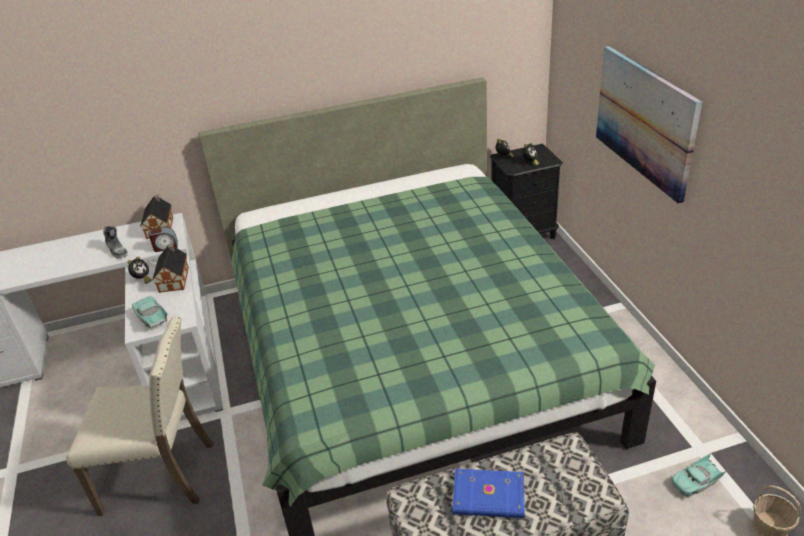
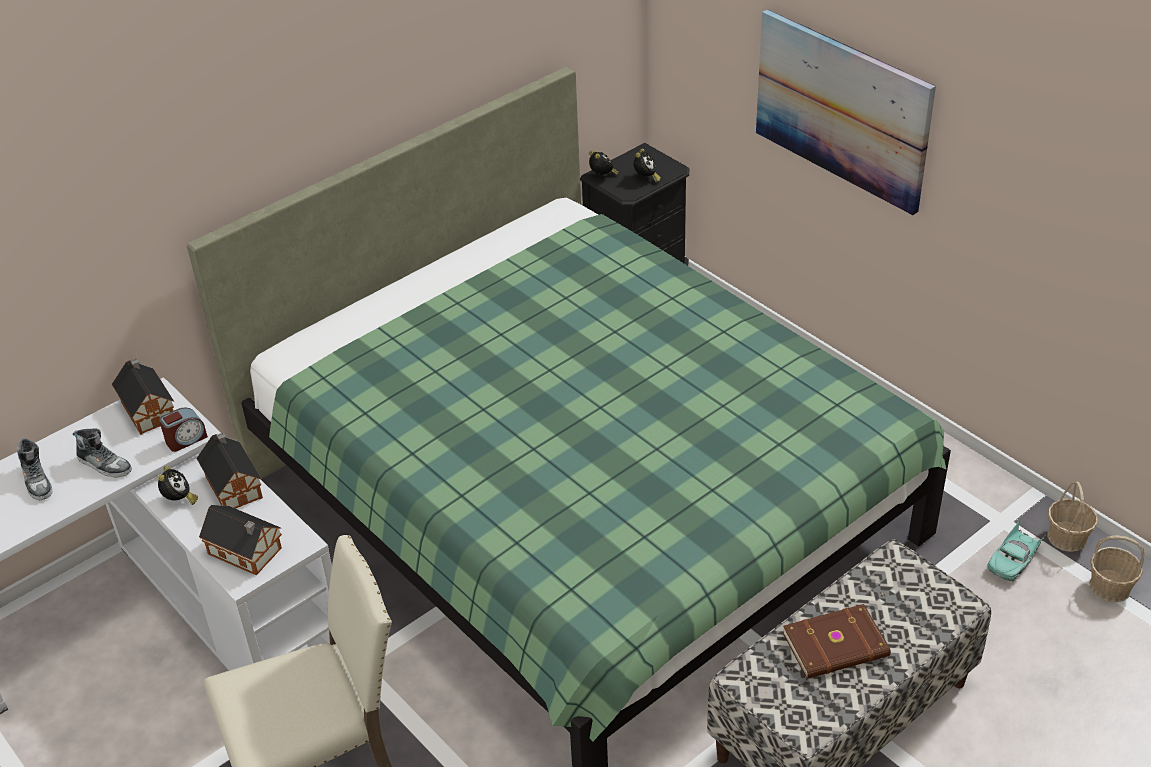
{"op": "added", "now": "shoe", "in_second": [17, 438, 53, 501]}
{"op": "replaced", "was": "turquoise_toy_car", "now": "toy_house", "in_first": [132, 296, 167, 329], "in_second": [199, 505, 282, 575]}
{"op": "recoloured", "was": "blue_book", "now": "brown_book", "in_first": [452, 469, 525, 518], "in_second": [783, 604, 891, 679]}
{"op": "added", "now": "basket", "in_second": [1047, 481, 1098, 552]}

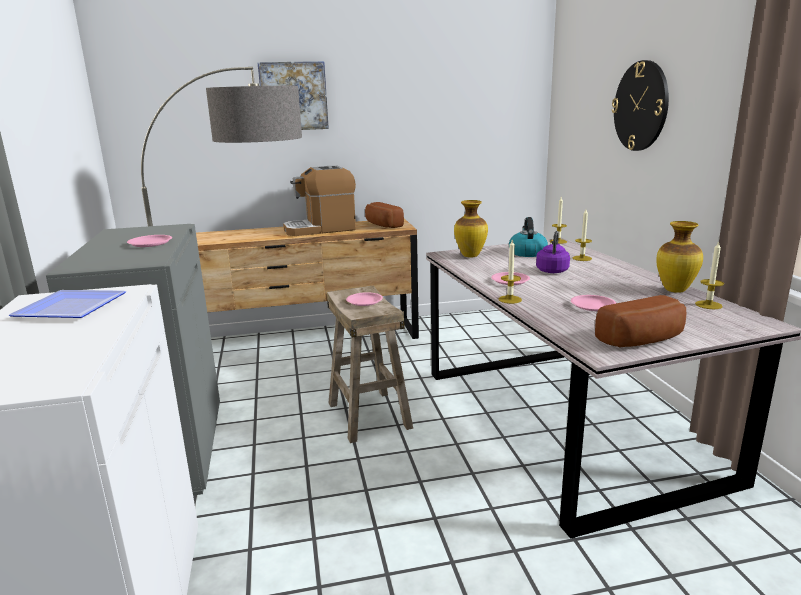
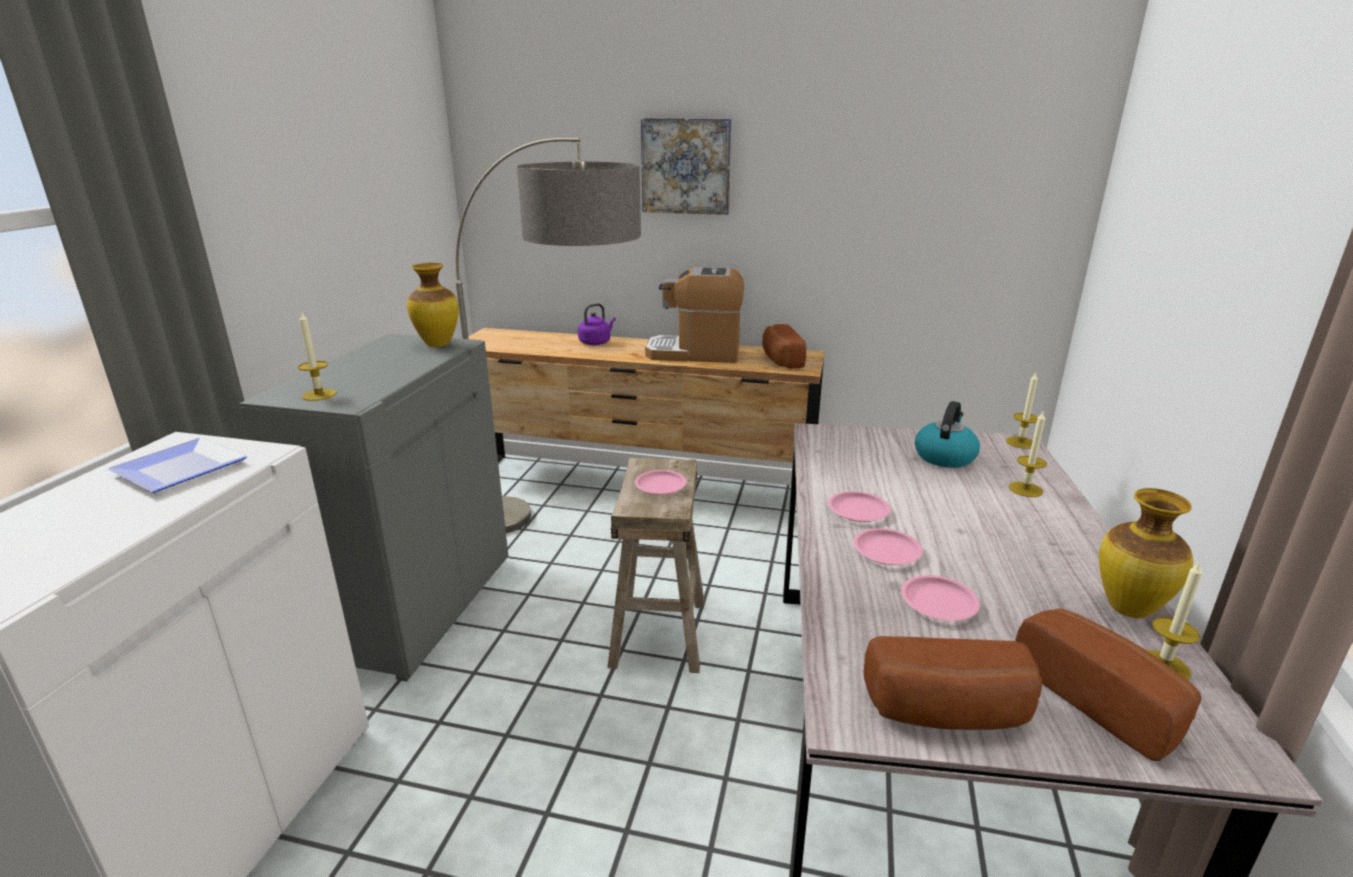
{"op": "moved", "was": "candle", "in_first": [498, 239, 522, 304], "in_second": [298, 312, 337, 401]}
{"op": "moved", "was": "vase", "in_first": [454, 200, 488, 258], "in_second": [407, 263, 459, 347]}
{"op": "moved", "was": "purple_kettle", "in_first": [536, 231, 570, 273], "in_second": [578, 303, 616, 345]}
{"op": "moved", "was": "pink_plate", "in_first": [127, 235, 172, 247], "in_second": [854, 528, 923, 565]}
{"op": "added", "now": "bread", "in_second": [1015, 608, 1202, 761]}
{"op": "removed", "was": "wall_clock", "in_first": [612, 60, 669, 151]}

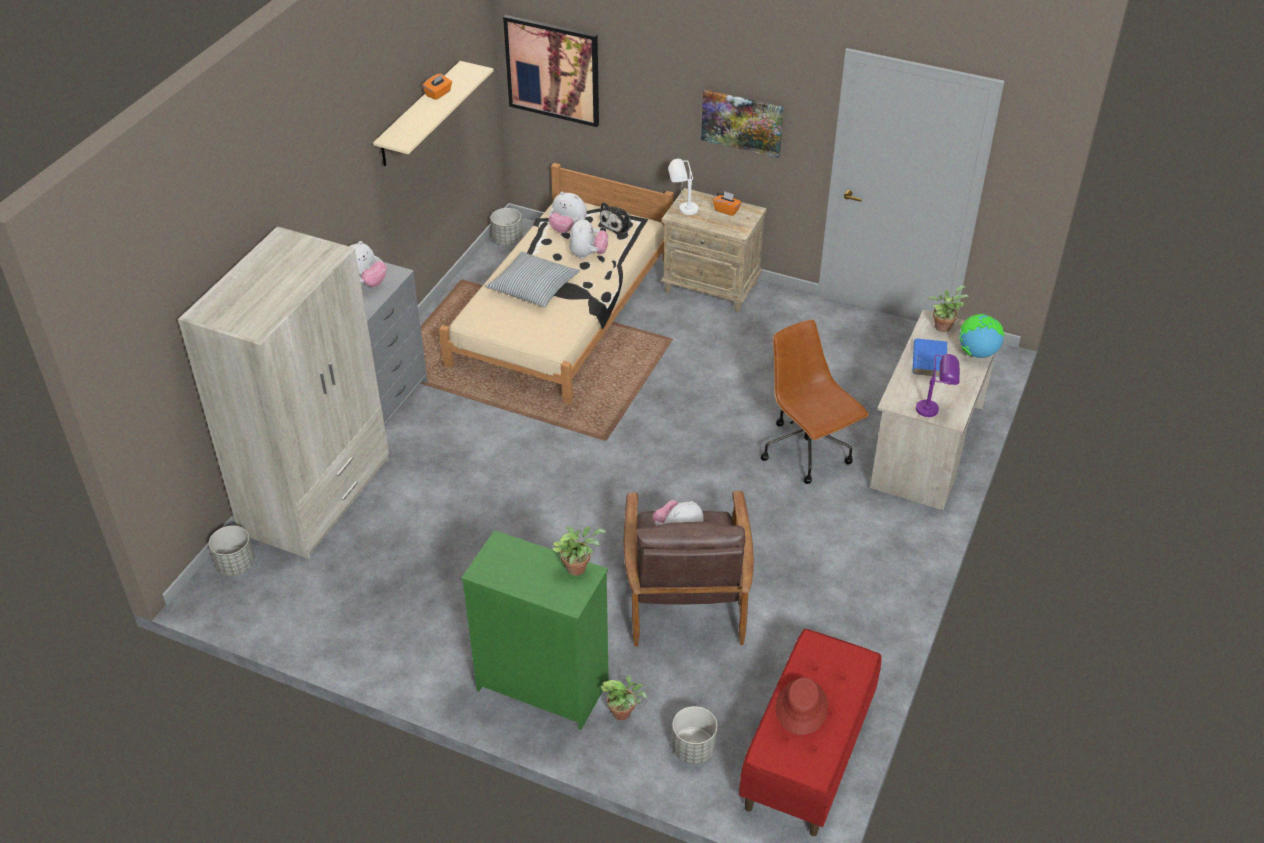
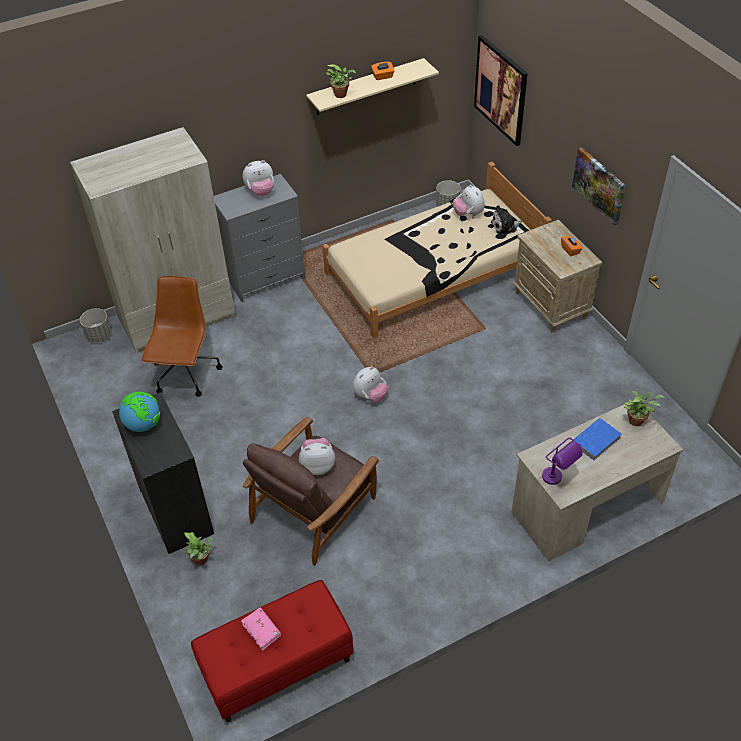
{"op": "recoloured", "was": "green_dresser", "now": "black_dresser", "in_first": [461, 530, 609, 730], "in_second": [112, 392, 214, 554]}
{"op": "moved", "was": "globe", "in_first": [959, 314, 1005, 358], "in_second": [119, 392, 160, 432]}
{"op": "moved", "was": "brown_office_chair", "in_first": [761, 320, 869, 484], "in_second": [141, 276, 222, 397]}
{"op": "replaced", "was": "red_hat", "now": "pink_book", "in_first": [776, 678, 828, 735], "in_second": [241, 608, 281, 651]}
{"op": "moved", "was": "potted_plant", "in_first": [552, 526, 607, 575], "in_second": [326, 64, 356, 98]}
{"op": "moved", "was": "plush_toy", "in_first": [569, 217, 608, 259], "in_second": [353, 366, 389, 402]}
{"op": "removed", "was": "pillow", "in_first": [485, 251, 580, 308]}
{"op": "removed", "was": "white_table_lamp", "in_first": [668, 159, 698, 215]}
{"op": "removed", "was": "grey_planter", "in_first": [672, 706, 717, 764]}

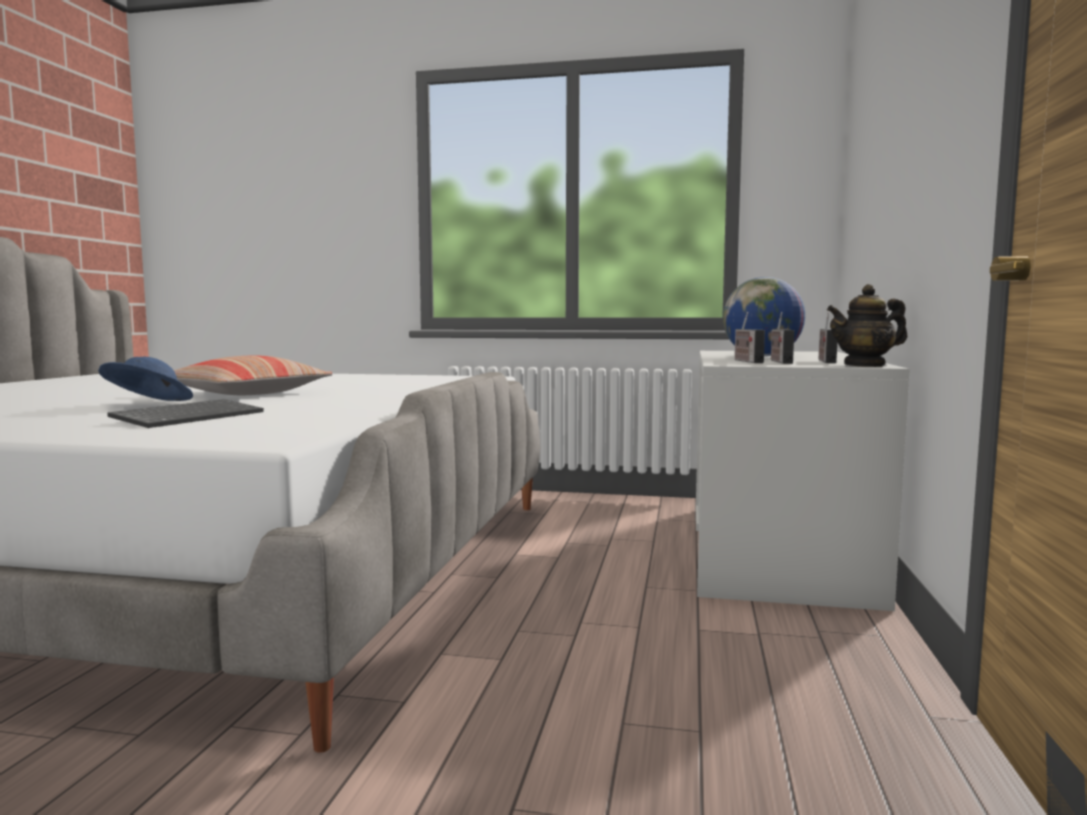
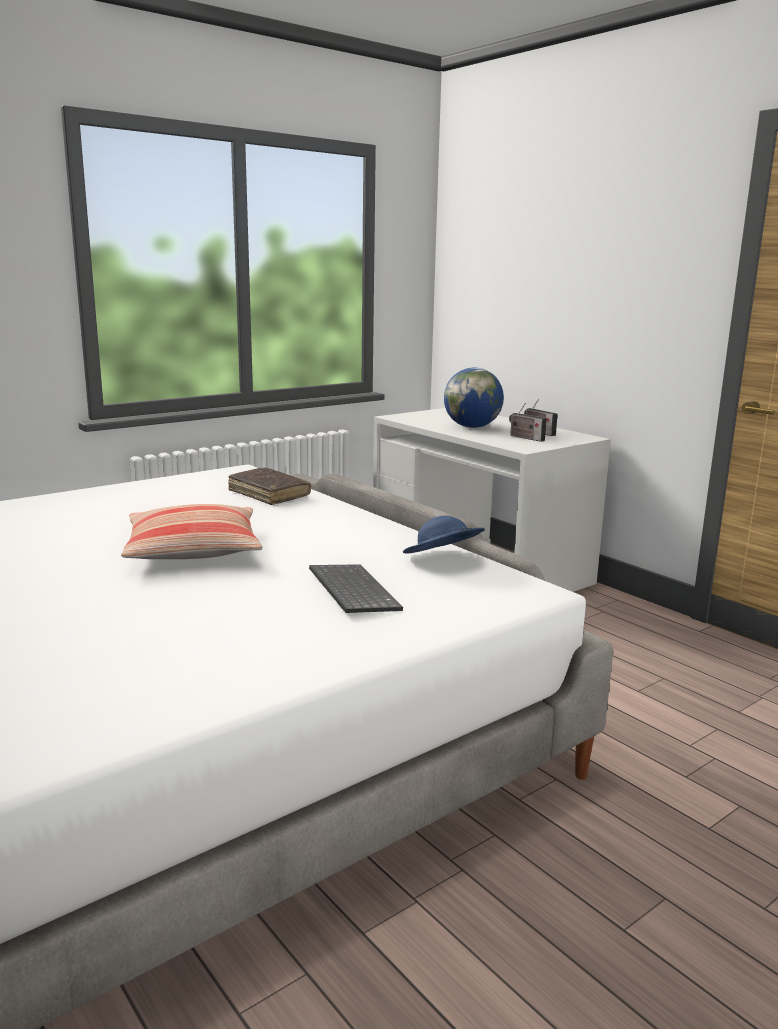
{"op": "added", "now": "brown_book", "in_second": [228, 467, 311, 505]}
{"op": "moved", "was": "blue_hat", "in_first": [98, 357, 193, 401], "in_second": [403, 516, 485, 554]}
{"op": "removed", "was": "radio", "in_first": [735, 312, 765, 363]}
{"op": "removed", "was": "teapot", "in_first": [827, 284, 907, 367]}

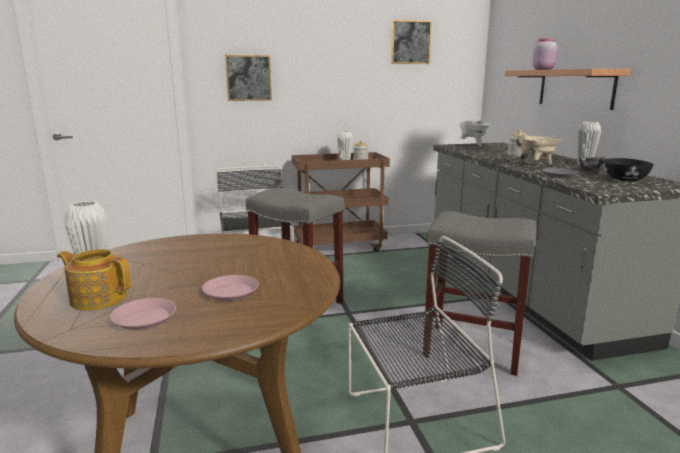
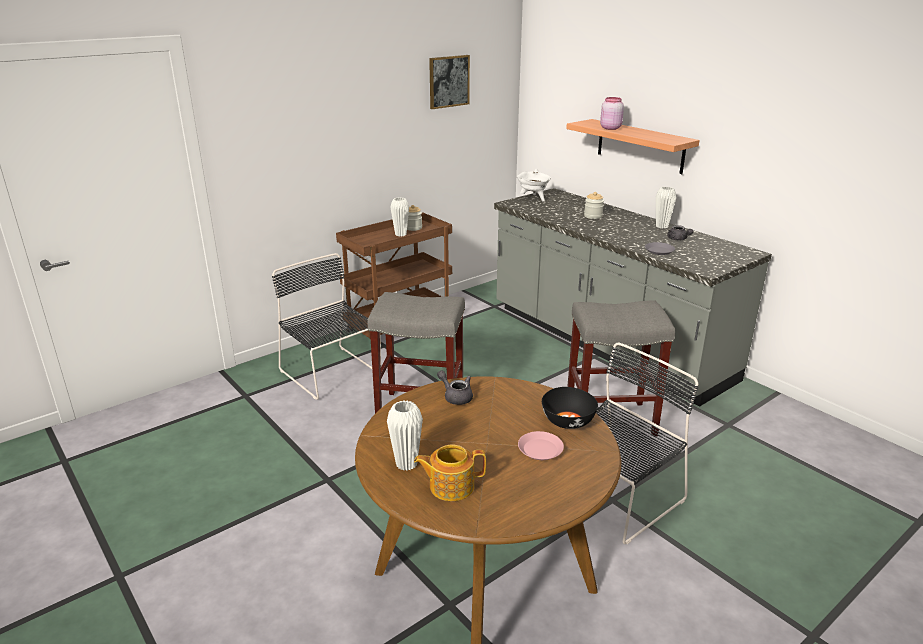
{"op": "added", "now": "grey_teapot", "in_second": [437, 370, 473, 405]}
{"op": "moved", "was": "black_bowl", "in_first": [603, 158, 654, 181], "in_second": [542, 387, 598, 429]}
{"op": "removed", "was": "pink_plate", "in_first": [110, 298, 176, 330]}
{"op": "removed", "was": "picture", "in_first": [225, 55, 272, 101]}
{"op": "removed", "was": "beige_cooking_pot", "in_first": [515, 131, 562, 165]}

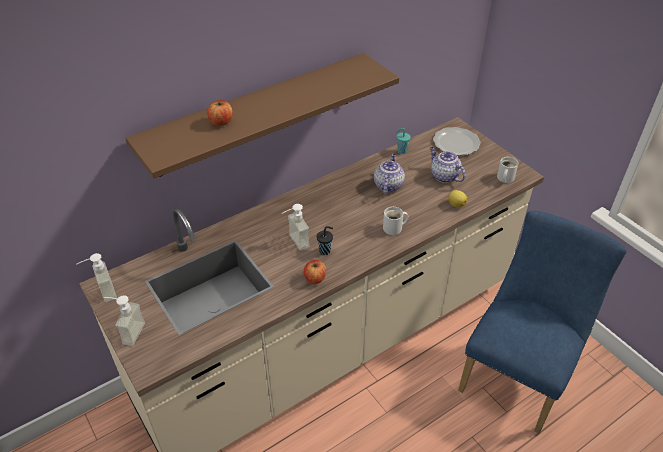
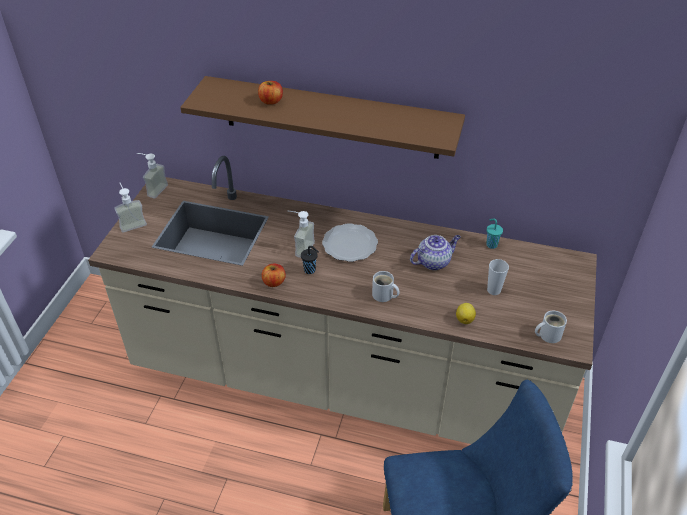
{"op": "moved", "was": "plate", "in_first": [433, 127, 481, 156], "in_second": [322, 223, 378, 262]}
{"op": "replaced", "was": "teapot", "now": "cup", "in_first": [430, 147, 466, 183], "in_second": [487, 259, 509, 295]}

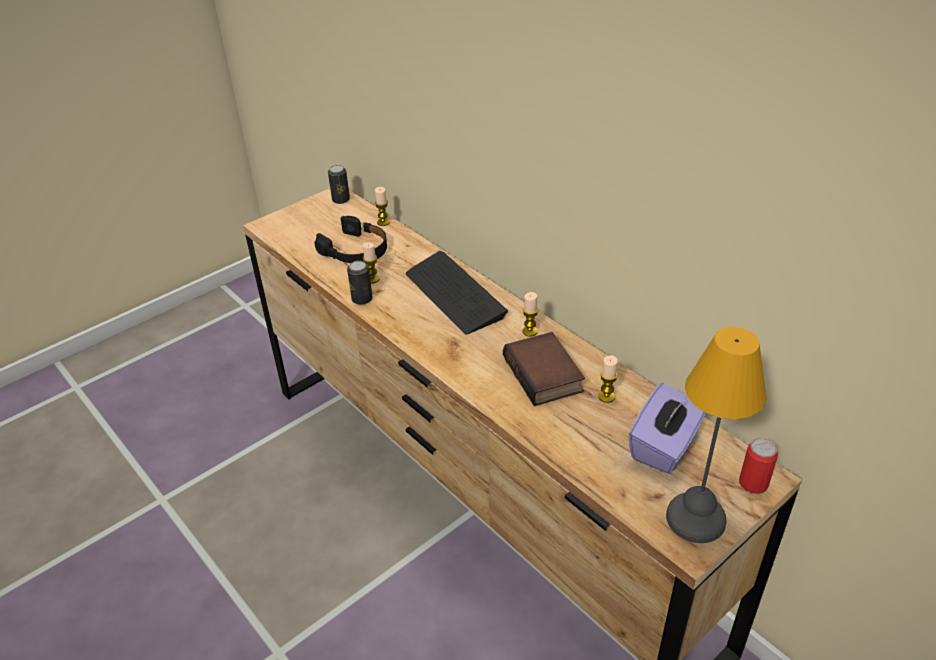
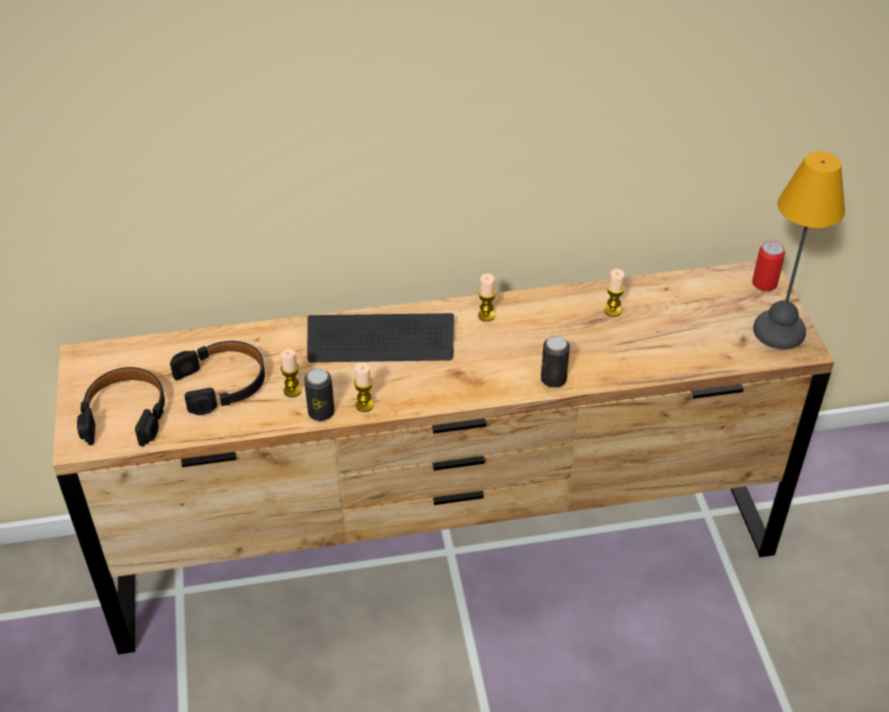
{"op": "added", "now": "black_headphones", "in_second": [77, 367, 165, 447]}
{"op": "moved", "was": "candle", "in_first": [375, 187, 390, 226], "in_second": [354, 362, 374, 412]}
{"op": "moved", "was": "can", "in_first": [328, 165, 350, 204], "in_second": [541, 336, 570, 388]}
{"op": "removed", "was": "book", "in_first": [503, 332, 585, 406]}
{"op": "removed", "was": "purple_tissue_box", "in_first": [629, 383, 705, 474]}

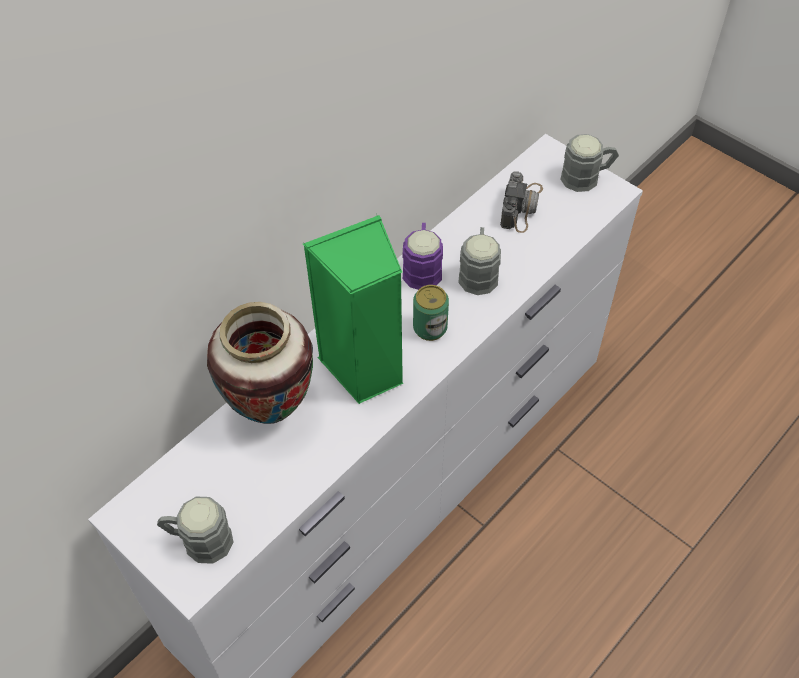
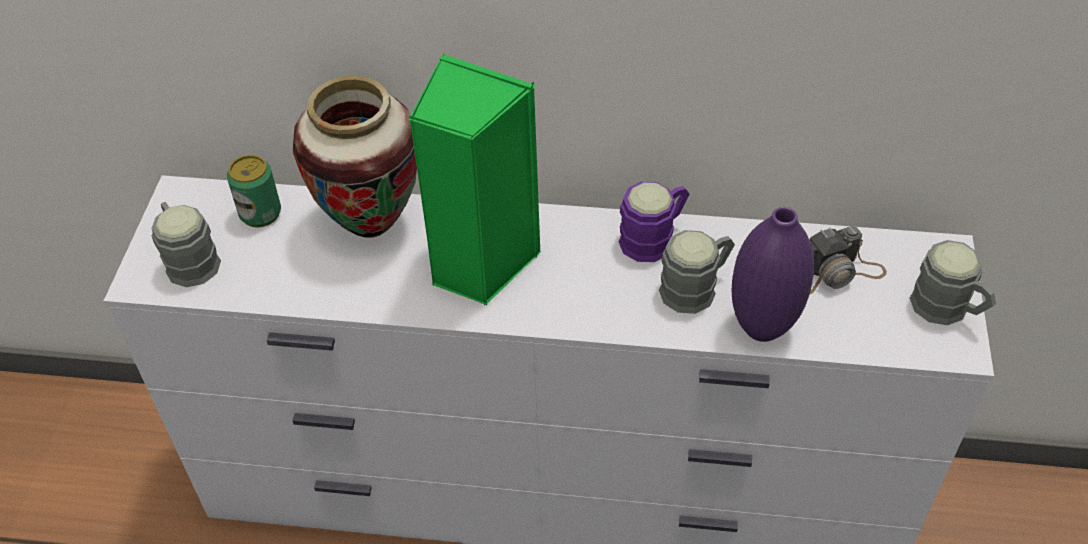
{"op": "moved", "was": "can", "in_first": [413, 285, 449, 341], "in_second": [227, 155, 281, 227]}
{"op": "added", "now": "purple_vase", "in_second": [732, 207, 814, 342]}

